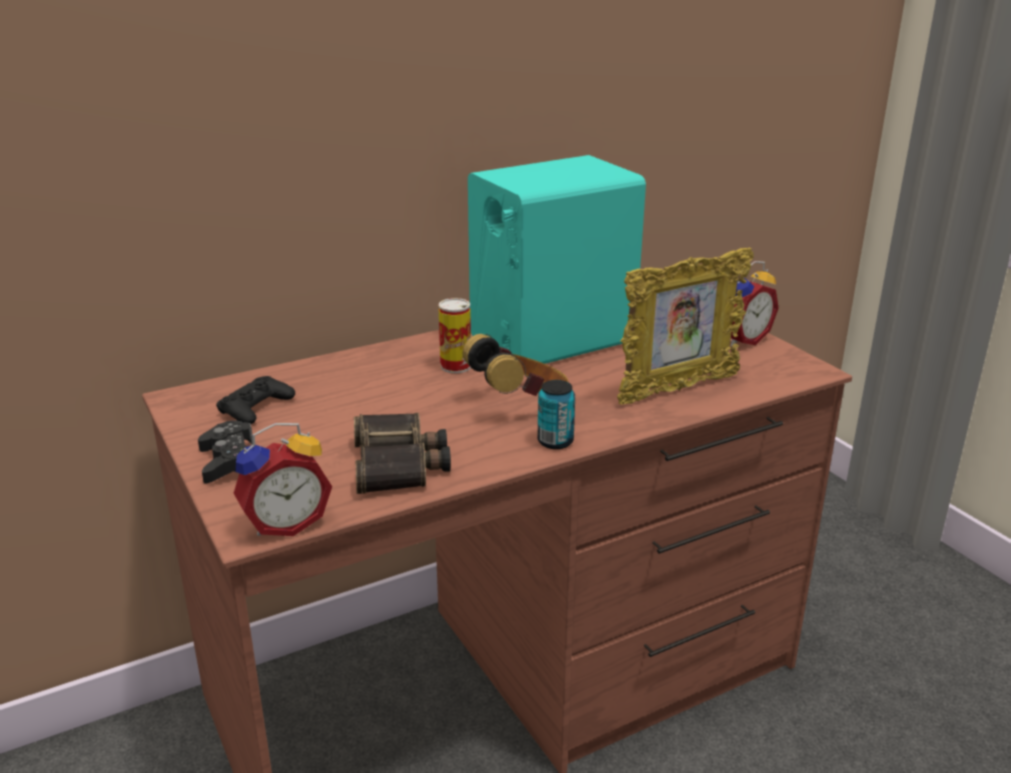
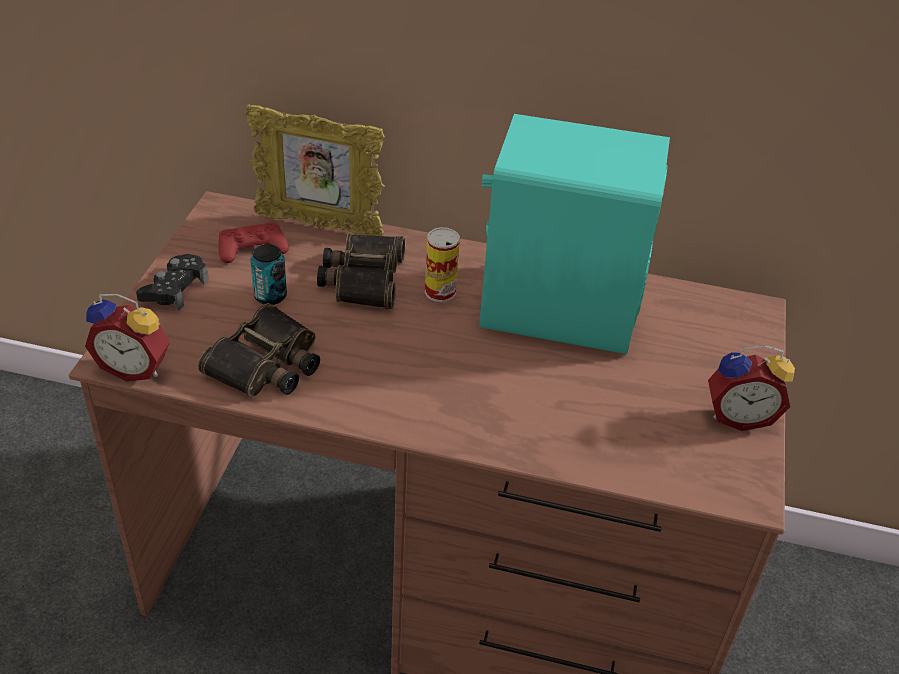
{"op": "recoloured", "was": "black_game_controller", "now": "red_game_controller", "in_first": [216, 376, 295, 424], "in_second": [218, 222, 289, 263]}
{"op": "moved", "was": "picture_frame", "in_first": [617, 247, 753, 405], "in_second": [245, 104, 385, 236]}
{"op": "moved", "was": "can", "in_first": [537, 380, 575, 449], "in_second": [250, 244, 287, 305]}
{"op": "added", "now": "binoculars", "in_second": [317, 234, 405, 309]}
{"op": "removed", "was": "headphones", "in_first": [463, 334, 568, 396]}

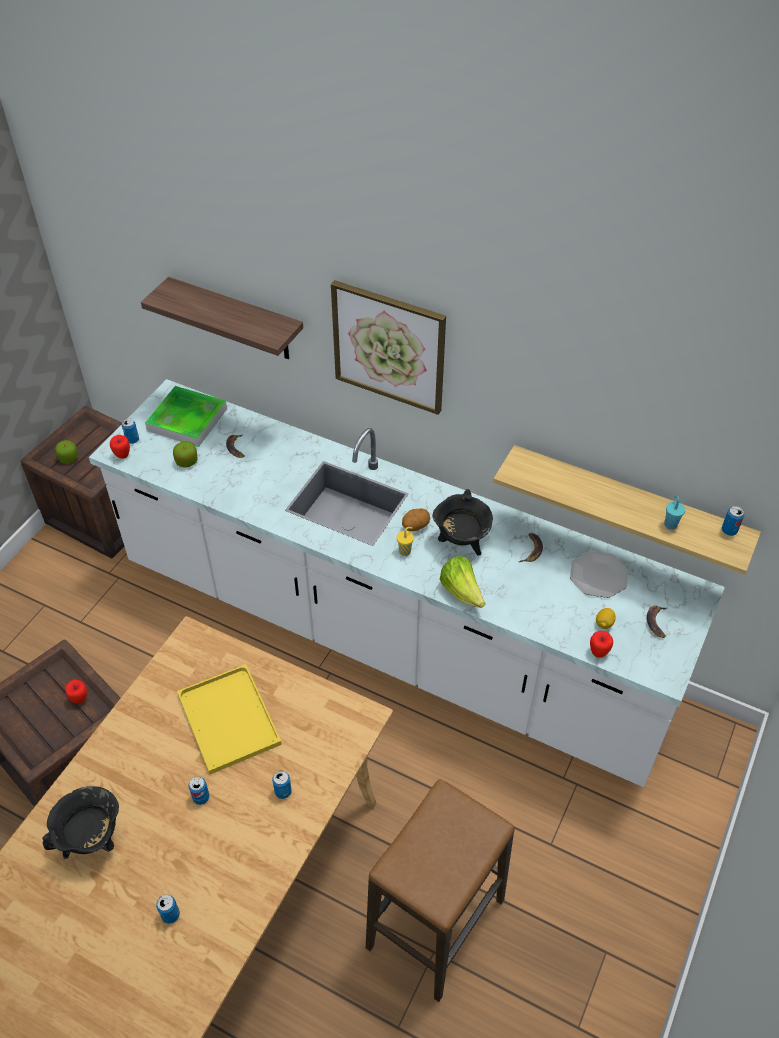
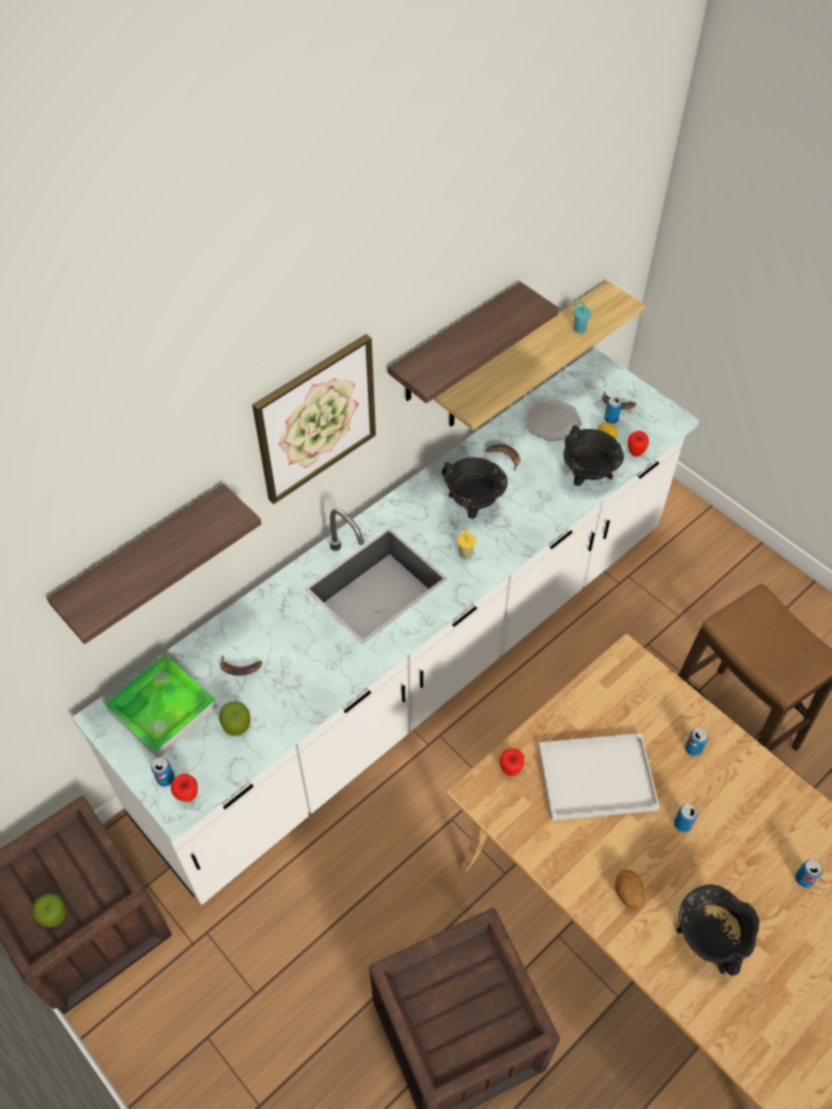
{"op": "added", "now": "shelf", "in_second": [388, 282, 559, 403]}
{"op": "moved", "was": "apple", "in_first": [65, 680, 87, 704], "in_second": [500, 748, 524, 776]}
{"op": "recoloured", "was": "yellow_tray", "now": "white_tray", "in_first": [177, 664, 282, 774], "in_second": [538, 733, 660, 821]}
{"op": "added", "now": "black_cooking_pot", "in_second": [564, 425, 624, 486]}
{"op": "moved", "was": "can", "in_first": [722, 506, 744, 536], "in_second": [604, 397, 622, 424]}
{"op": "moved", "was": "potato", "in_first": [402, 509, 430, 532], "in_second": [615, 869, 645, 909]}
{"op": "removed", "was": "lettuce", "in_first": [440, 556, 485, 608]}

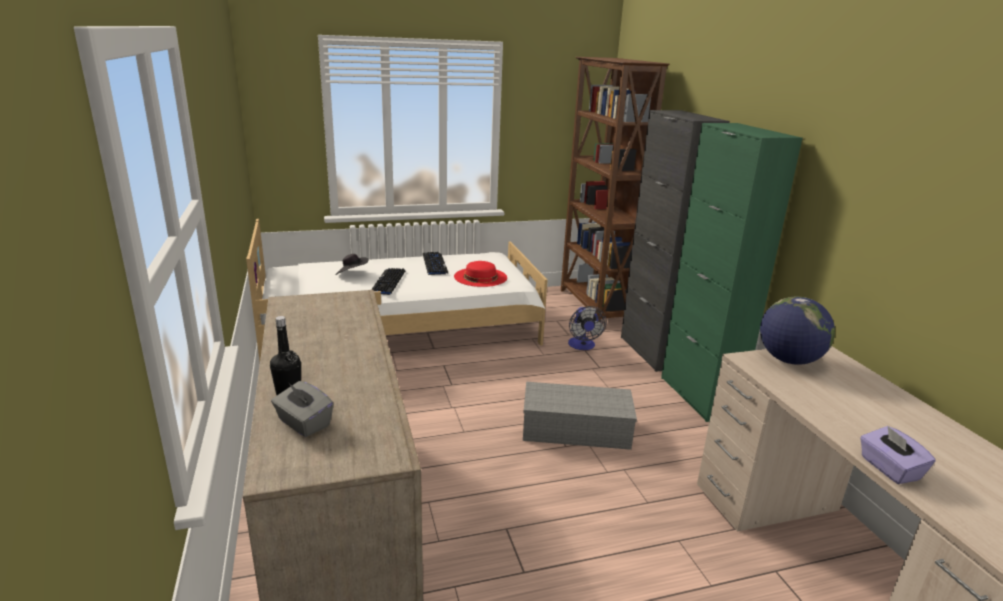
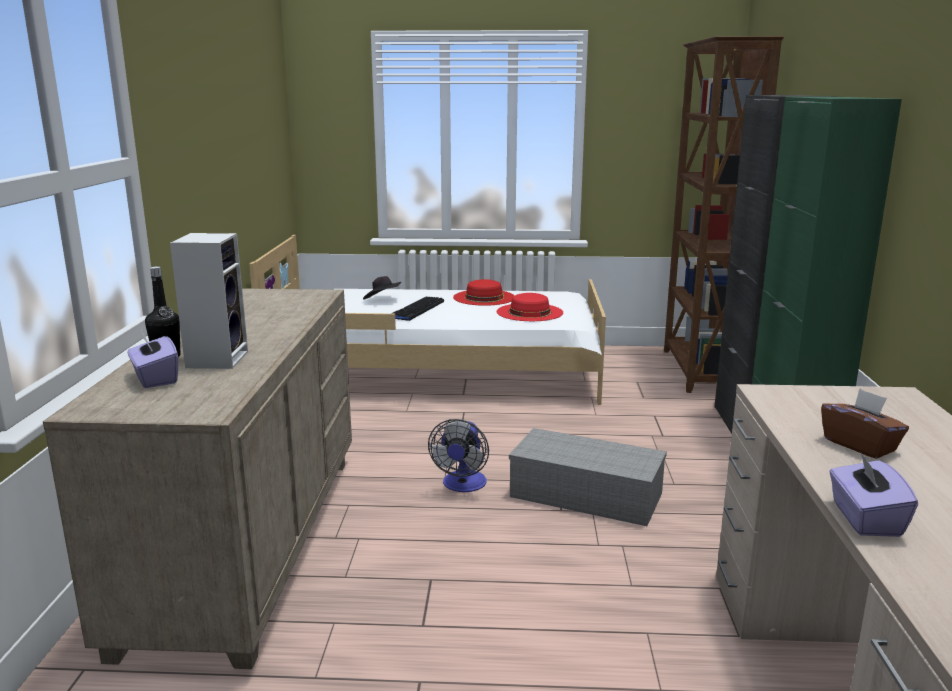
{"op": "recoloured", "was": "grey_tissue_box", "now": "purple_tissue_box", "in_first": [271, 381, 333, 437], "in_second": [128, 330, 178, 388]}
{"op": "added", "now": "speaker", "in_second": [170, 233, 248, 369]}
{"op": "moved", "was": "fan", "in_first": [568, 306, 607, 350], "in_second": [428, 419, 489, 492]}
{"op": "replaced", "was": "keyboard", "now": "red_hat", "in_first": [423, 252, 449, 275], "in_second": [453, 279, 515, 306]}
{"op": "added", "now": "brown_tissue_box", "in_second": [821, 389, 909, 459]}
{"op": "removed", "was": "globe", "in_first": [760, 297, 835, 365]}

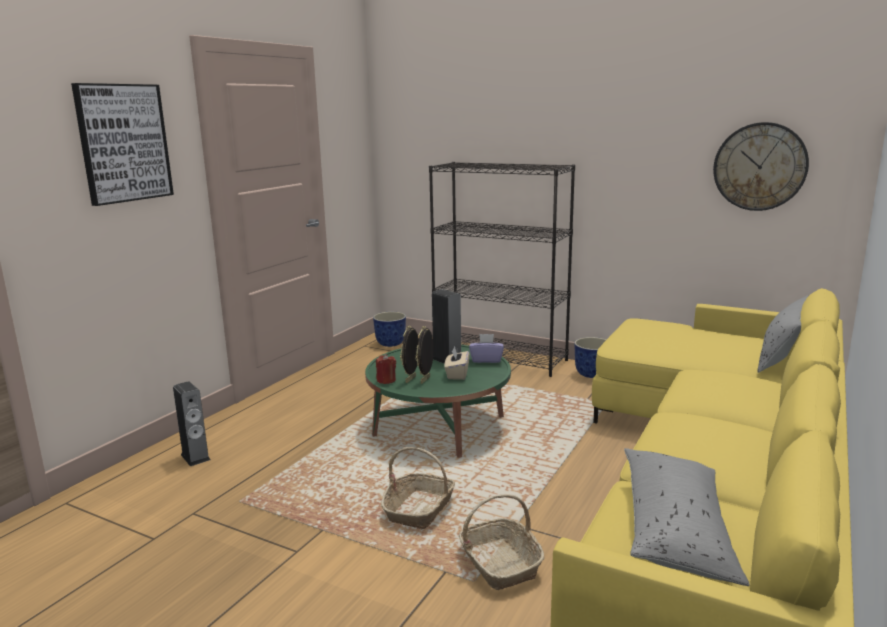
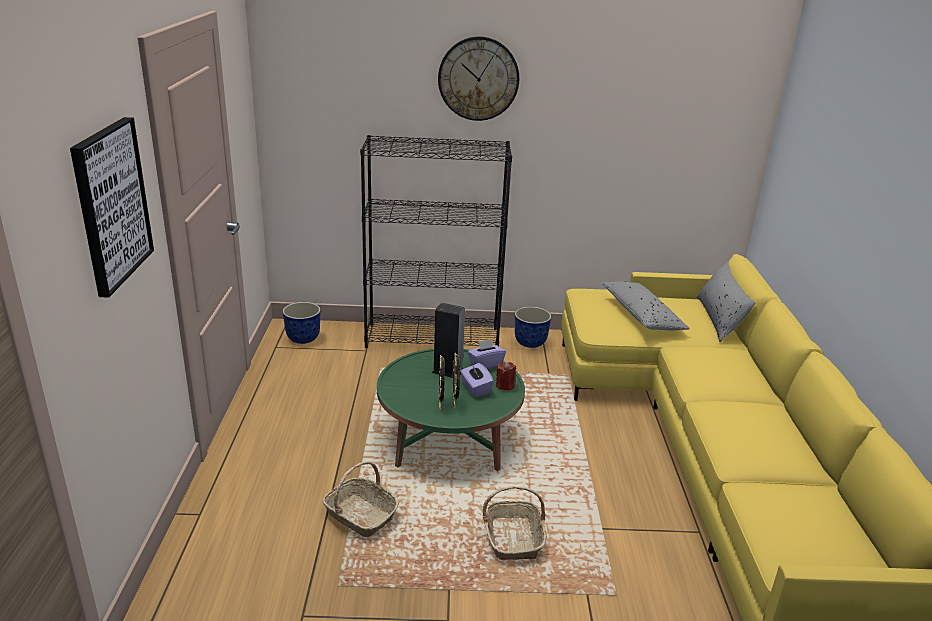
{"op": "moved", "was": "basket", "in_first": [459, 494, 545, 590], "in_second": [322, 461, 399, 537]}
{"op": "moved", "was": "wall_clock", "in_first": [713, 122, 809, 211], "in_second": [438, 36, 519, 121]}
{"op": "recoloured", "was": "beige_tissue_box", "now": "purple_tissue_box", "in_first": [444, 346, 469, 380], "in_second": [460, 362, 494, 397]}
{"op": "moved", "was": "red_candle", "in_first": [376, 354, 396, 384], "in_second": [496, 362, 516, 391]}
{"op": "moved", "was": "grey_pillow", "in_first": [624, 448, 749, 586], "in_second": [601, 281, 690, 330]}
{"op": "removed", "was": "speaker", "in_first": [173, 381, 211, 466]}

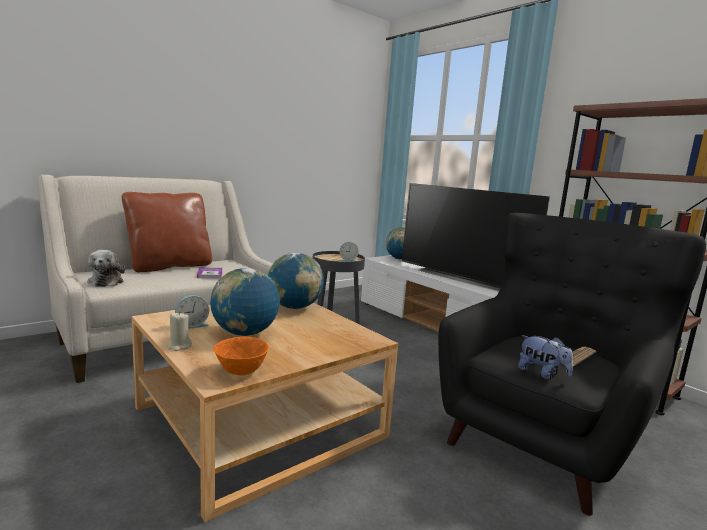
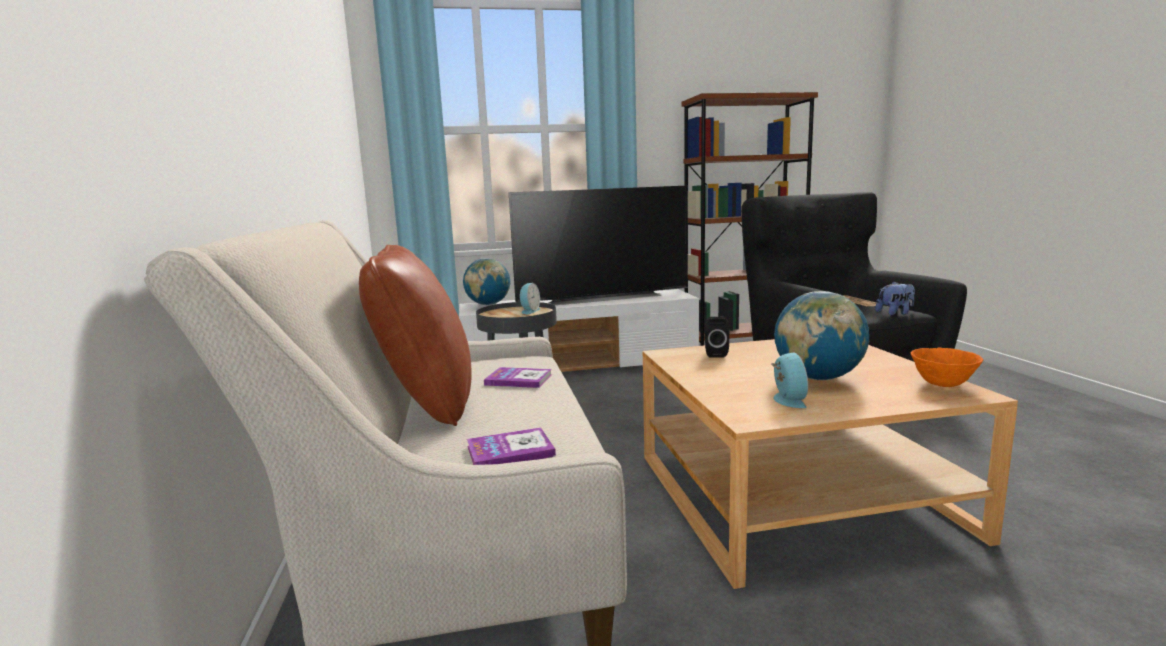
{"op": "replaced", "was": "plush_toy", "now": "book", "in_first": [87, 250, 125, 287], "in_second": [467, 427, 556, 465]}
{"op": "replaced", "was": "globe", "now": "black_speaker", "in_first": [268, 253, 324, 309], "in_second": [705, 317, 729, 358]}
{"op": "removed", "was": "beige_candle", "in_first": [168, 312, 192, 351]}

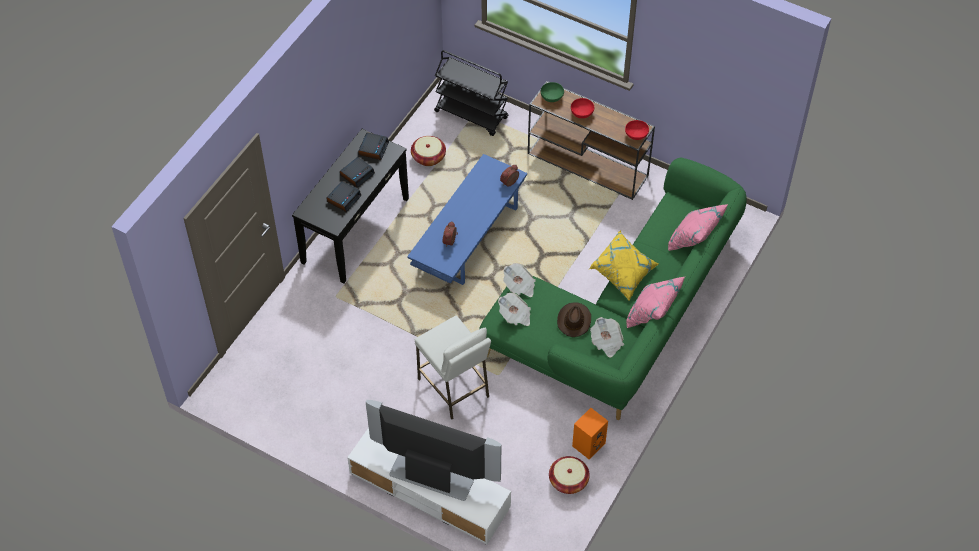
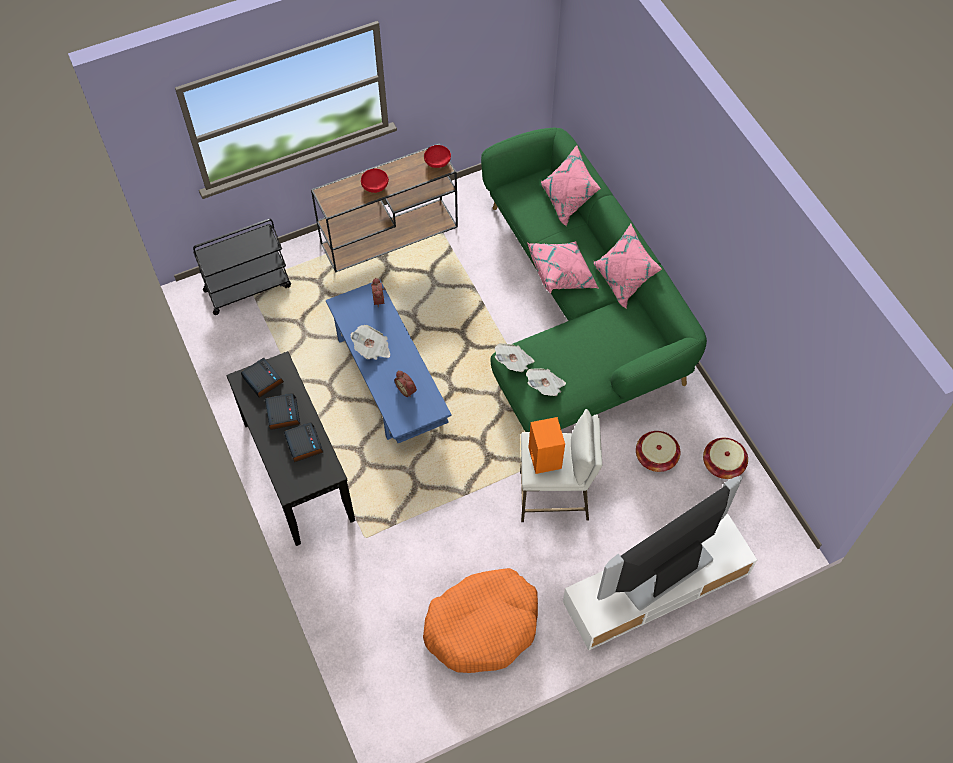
{"op": "moved", "was": "newspaper", "in_first": [590, 317, 624, 357], "in_second": [351, 325, 390, 360]}
{"op": "added", "now": "orange_dog_bed", "in_second": [423, 568, 538, 673]}
{"op": "recoloured", "was": "yellow_pillow", "now": "pink_pillow", "in_first": [589, 230, 659, 300], "in_second": [527, 241, 598, 294]}
{"op": "moved", "was": "orange_speaker", "in_first": [572, 408, 608, 459], "in_second": [528, 417, 565, 474]}
{"op": "moved", "was": "basket", "in_first": [411, 136, 446, 166], "in_second": [636, 431, 680, 472]}
{"op": "removed", "was": "green_bowl", "in_first": [541, 82, 564, 102]}
{"op": "removed", "was": "brown_hat", "in_first": [557, 302, 591, 337]}

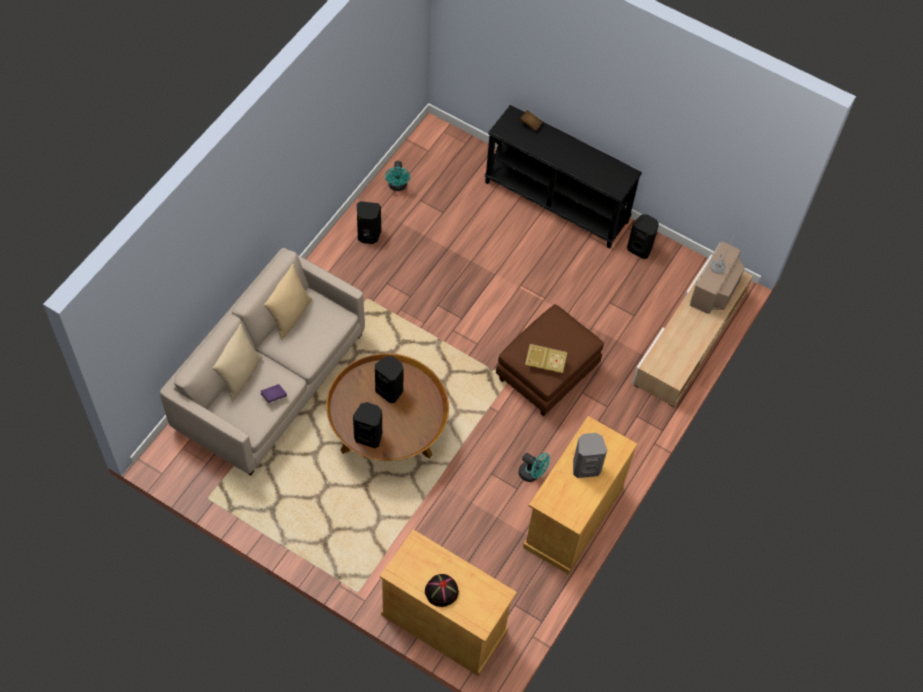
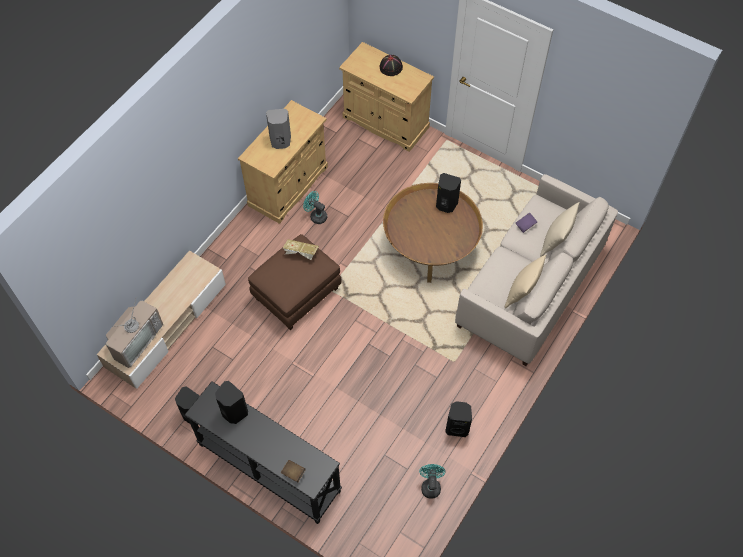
{"op": "moved", "was": "black_speaker", "in_first": [375, 356, 404, 403], "in_second": [215, 381, 248, 424]}

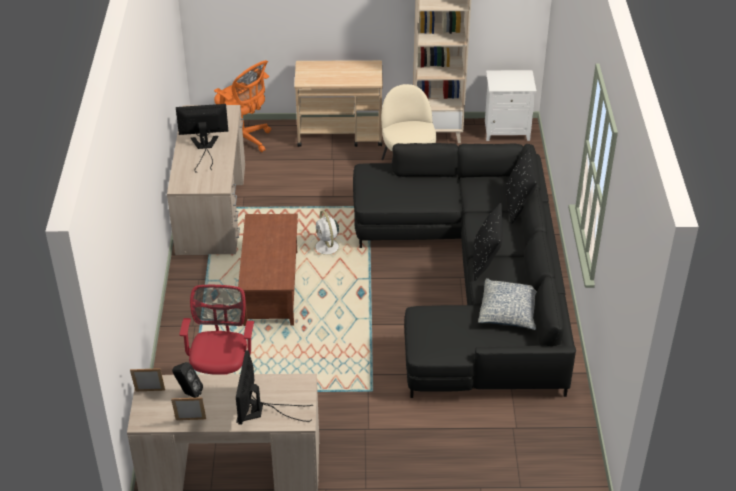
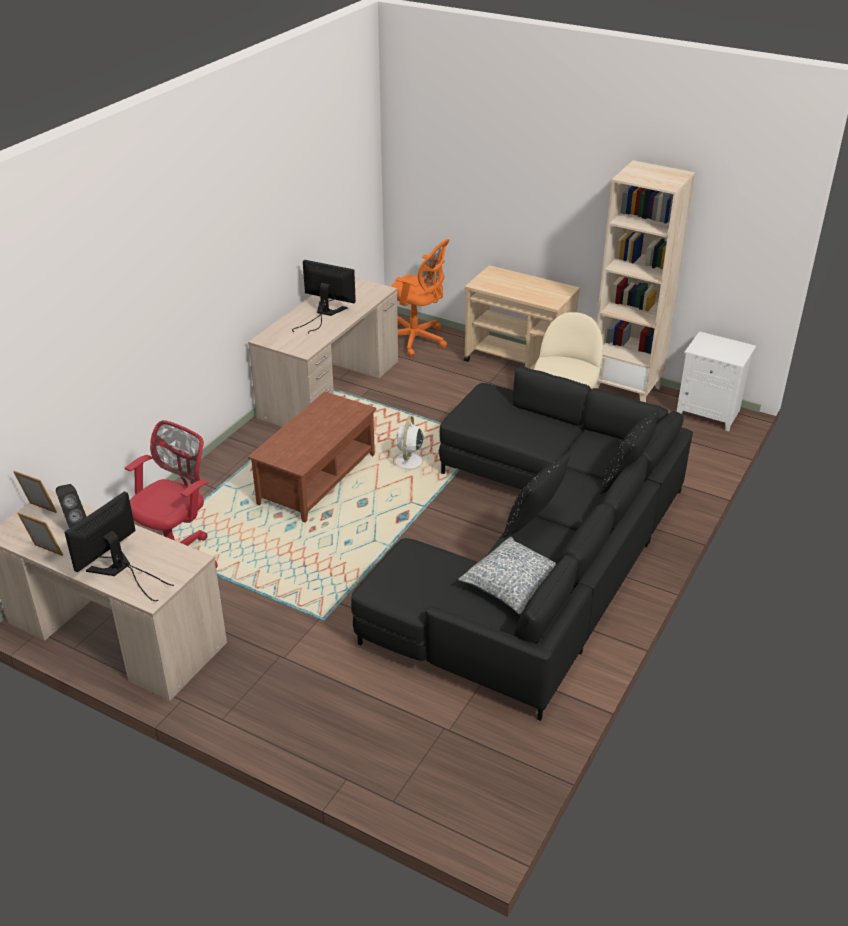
{"op": "turned", "was": "orange_office_chair", "in_first": [214, 60, 271, 152], "in_second": [390, 239, 450, 357], "clockwise": -45}

